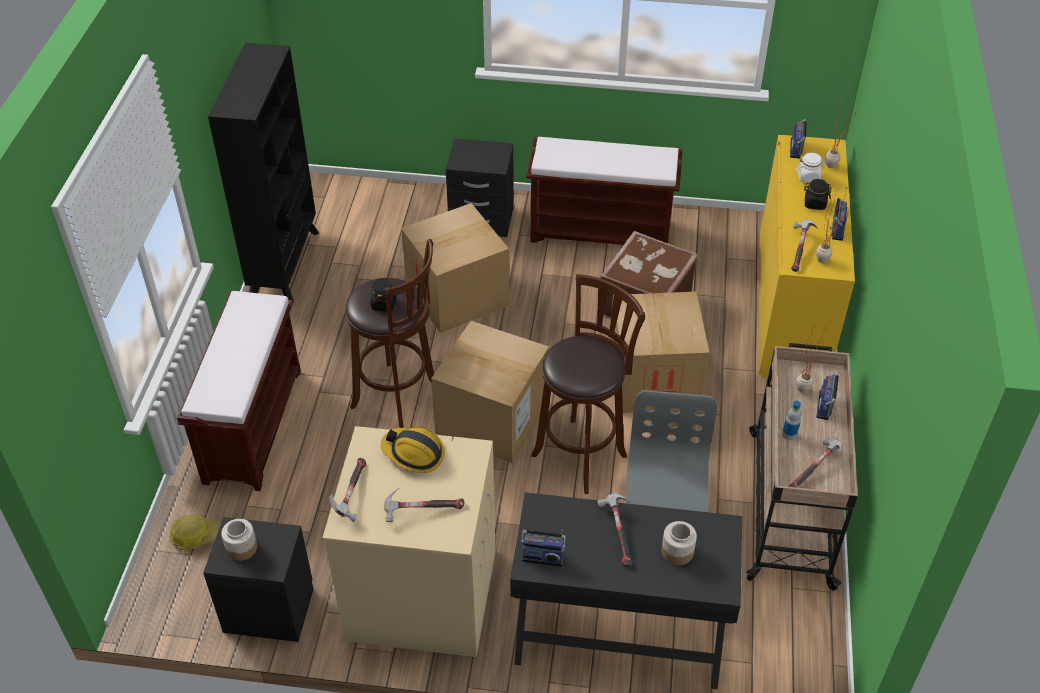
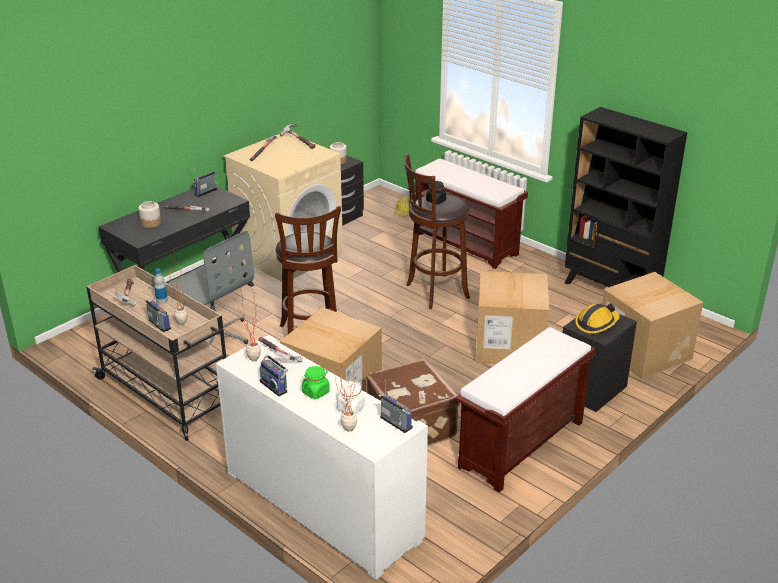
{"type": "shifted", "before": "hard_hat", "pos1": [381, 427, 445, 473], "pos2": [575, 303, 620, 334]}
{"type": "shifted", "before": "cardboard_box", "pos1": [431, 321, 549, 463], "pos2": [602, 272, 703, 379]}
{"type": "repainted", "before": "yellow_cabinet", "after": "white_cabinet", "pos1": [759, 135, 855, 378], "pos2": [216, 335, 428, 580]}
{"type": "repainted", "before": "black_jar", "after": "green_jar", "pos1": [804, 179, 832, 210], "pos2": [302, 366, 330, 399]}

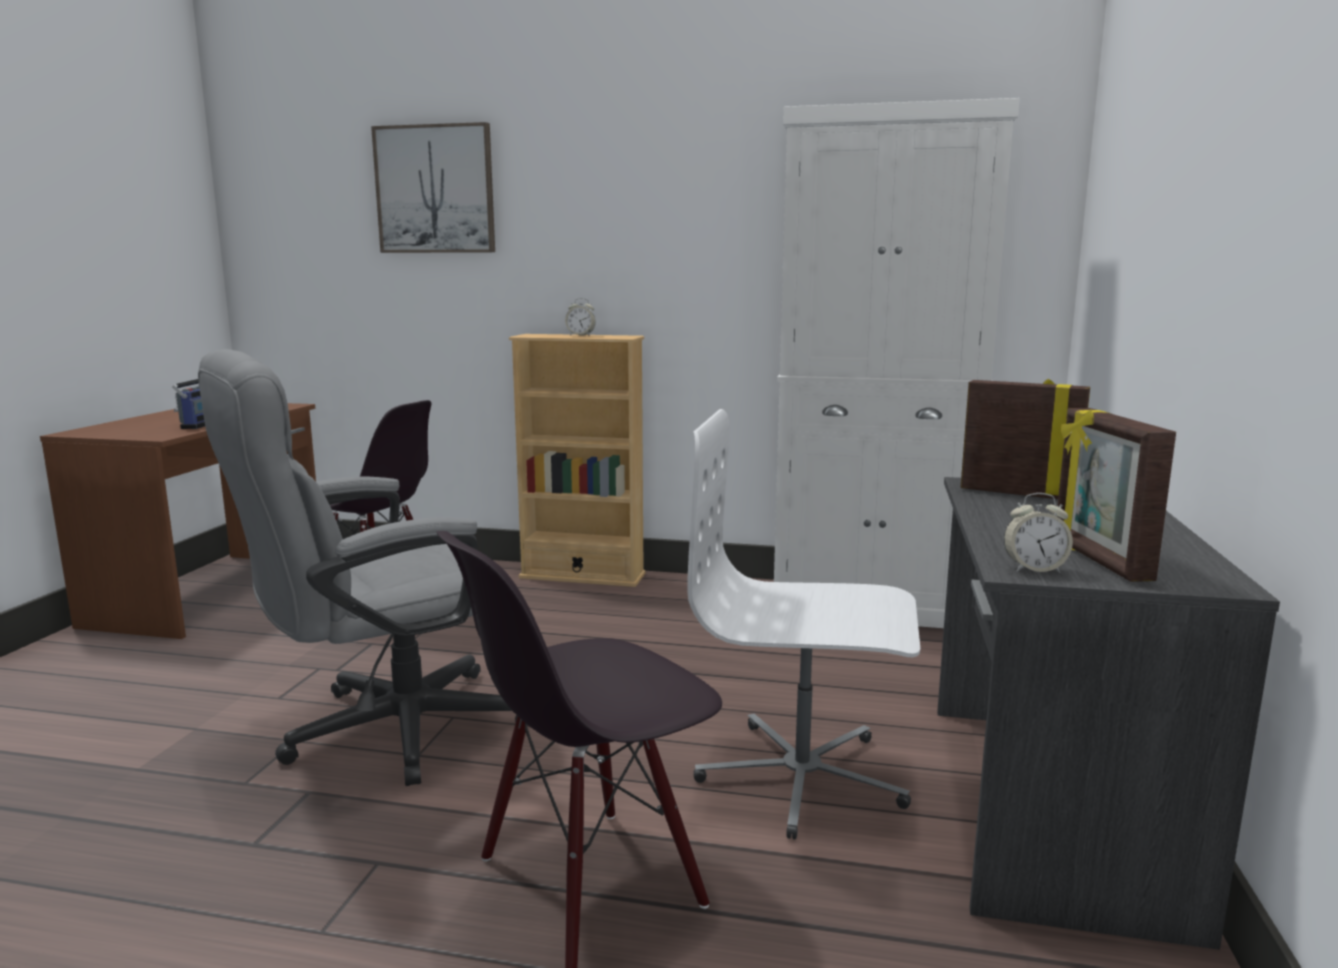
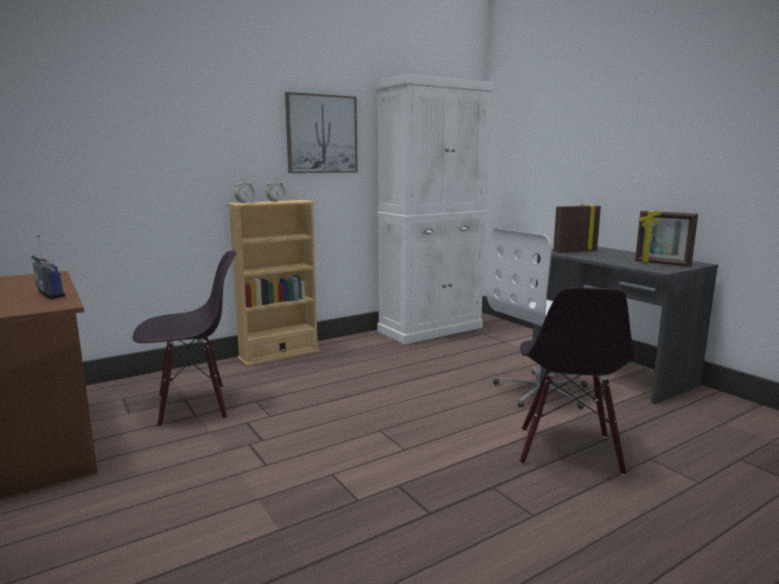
{"type": "gone", "before": "grey_office_chair", "pos1": [198, 349, 517, 786]}
{"type": "shifted", "before": "picture", "pos1": [371, 122, 495, 253], "pos2": [285, 92, 358, 173]}
{"type": "shifted", "before": "alarm_clock", "pos1": [1004, 493, 1073, 573], "pos2": [234, 178, 255, 203]}

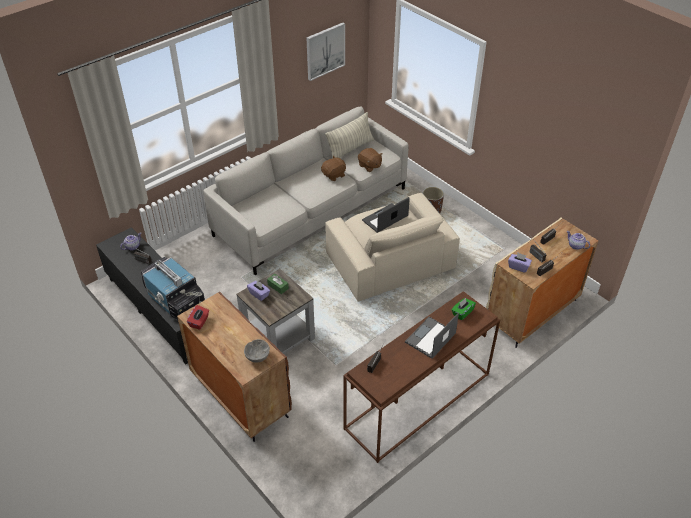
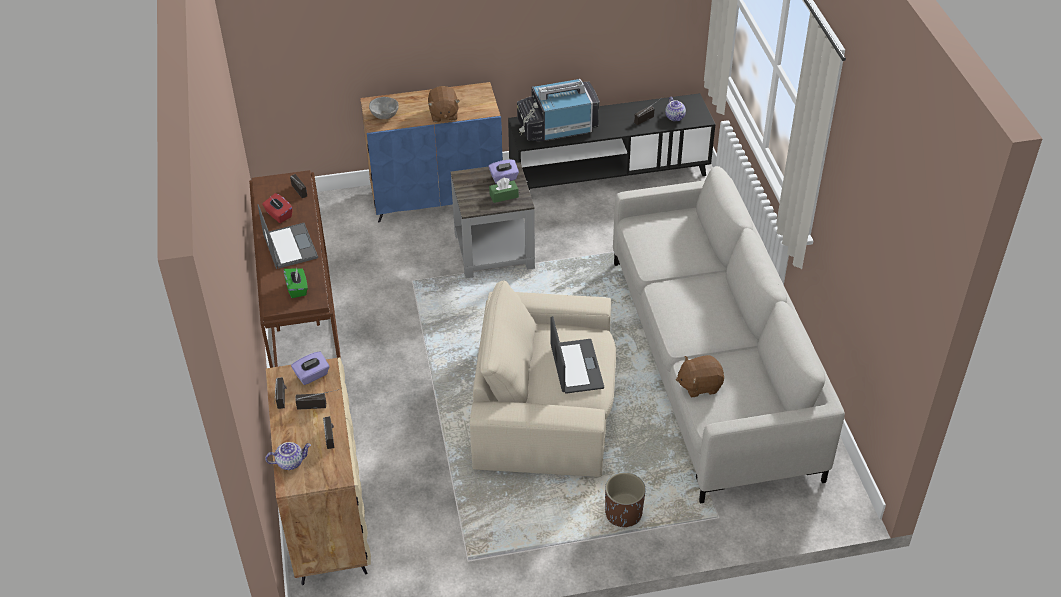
{"type": "gone", "before": "picture", "pos1": [307, 23, 345, 81]}
{"type": "gone", "before": "pillow", "pos1": [325, 112, 374, 159]}
{"type": "shifted", "before": "red_tissue_box", "pos1": [187, 305, 209, 330], "pos2": [262, 193, 293, 223]}
{"type": "shifted", "before": "brown_plush_toy", "pos1": [321, 156, 346, 181], "pos2": [428, 86, 460, 122]}
{"type": "repainted", "before": "brown_cabinet", "after": "blue_cabinet", "pos1": [177, 292, 292, 442], "pos2": [360, 82, 503, 222]}

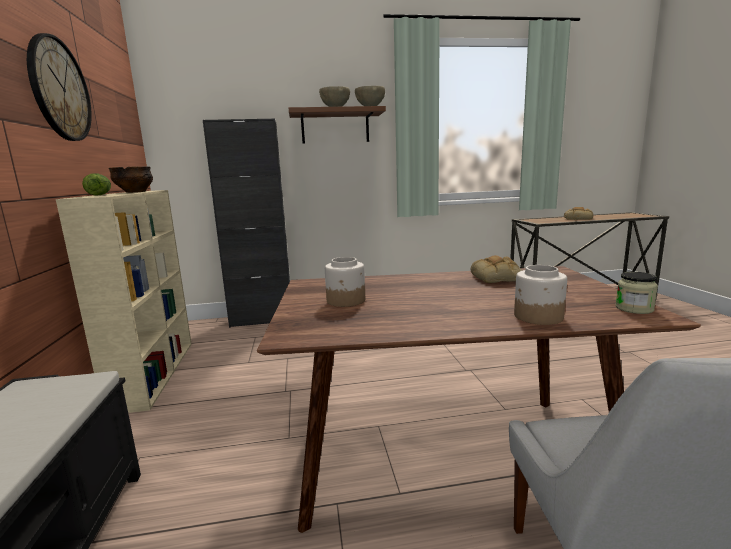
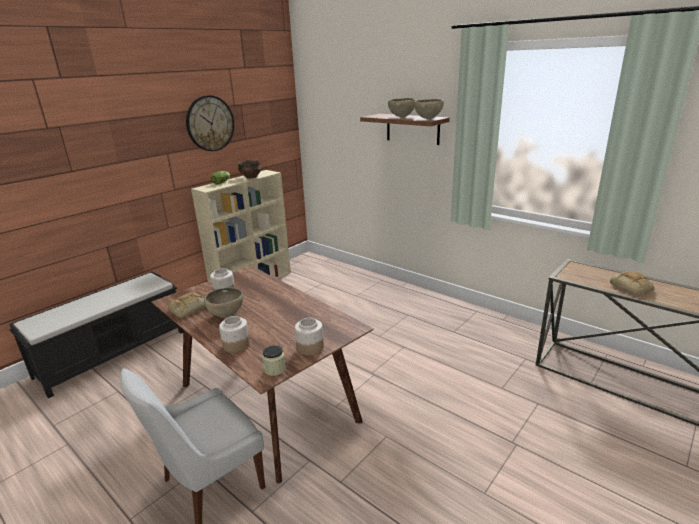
{"type": "gone", "before": "black_cabinet", "pos1": [203, 119, 290, 328]}
{"type": "new", "after": "brown_bowl", "pos2": [204, 287, 243, 318]}
{"type": "new", "after": "jar", "pos2": [295, 318, 324, 355]}
{"type": "shifted", "before": "bread", "pos1": [470, 255, 522, 283], "pos2": [168, 292, 206, 318]}

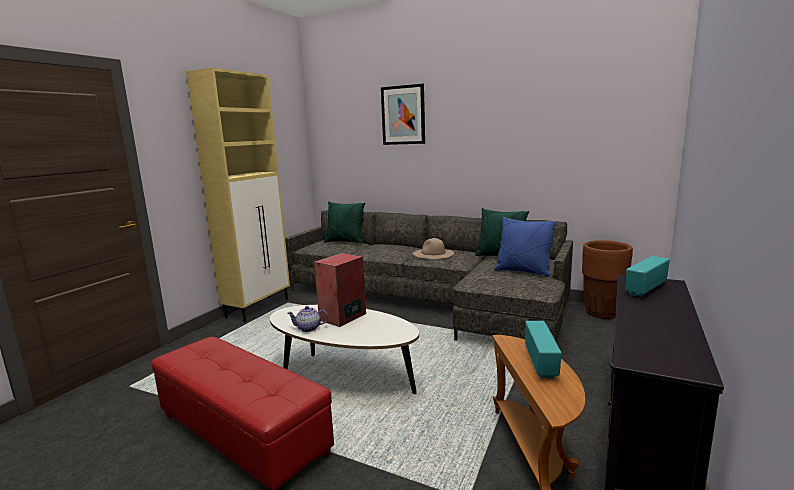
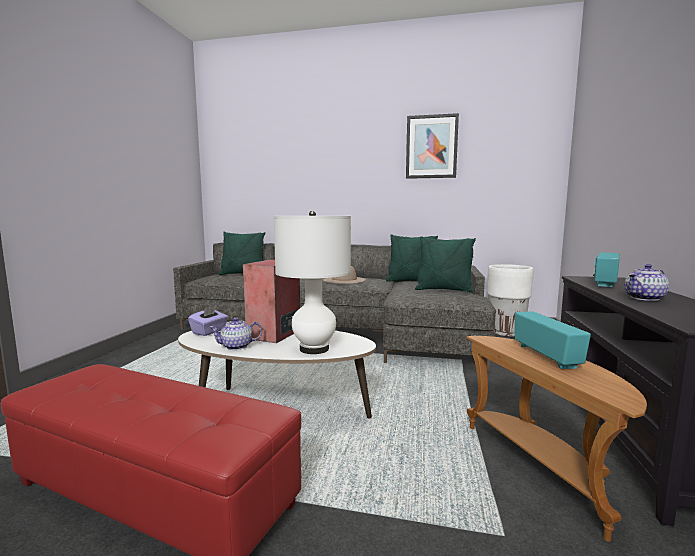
{"type": "gone", "before": "beige_cabinet", "pos1": [186, 68, 290, 322]}
{"type": "new", "after": "purple_tissue_box", "pos2": [188, 305, 228, 336]}
{"type": "new", "after": "white_table_lamp", "pos2": [274, 210, 351, 354]}
{"type": "new", "after": "teapot", "pos2": [624, 264, 669, 301]}
{"type": "shifted", "before": "picture", "pos1": [381, 84, 425, 145], "pos2": [406, 113, 459, 179]}
{"type": "repainted", "before": "blue_pillow", "after": "green_pillow", "pos1": [494, 216, 557, 277], "pos2": [415, 236, 476, 292]}
{"type": "repainted", "before": "brown_planter", "after": "white_planter", "pos1": [582, 240, 633, 319], "pos2": [487, 264, 534, 337]}

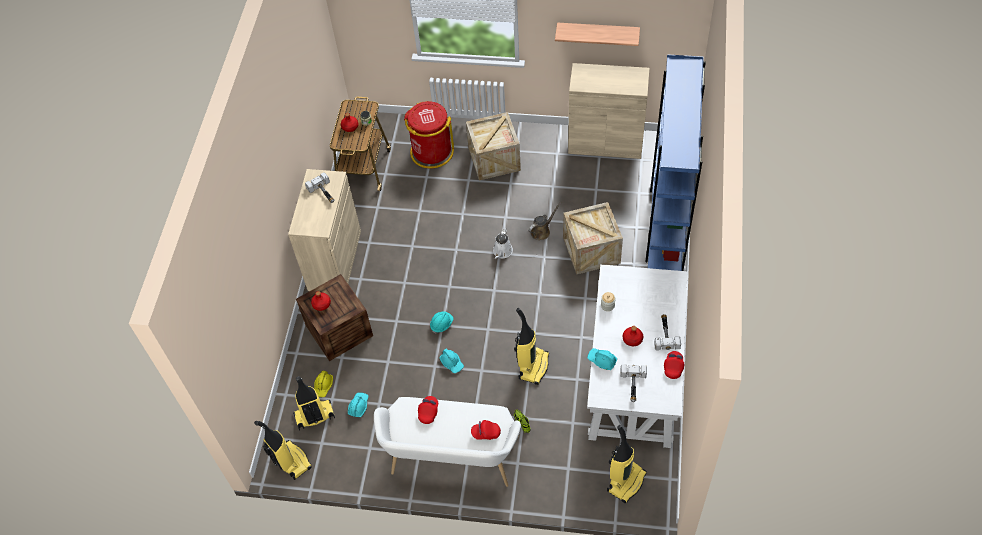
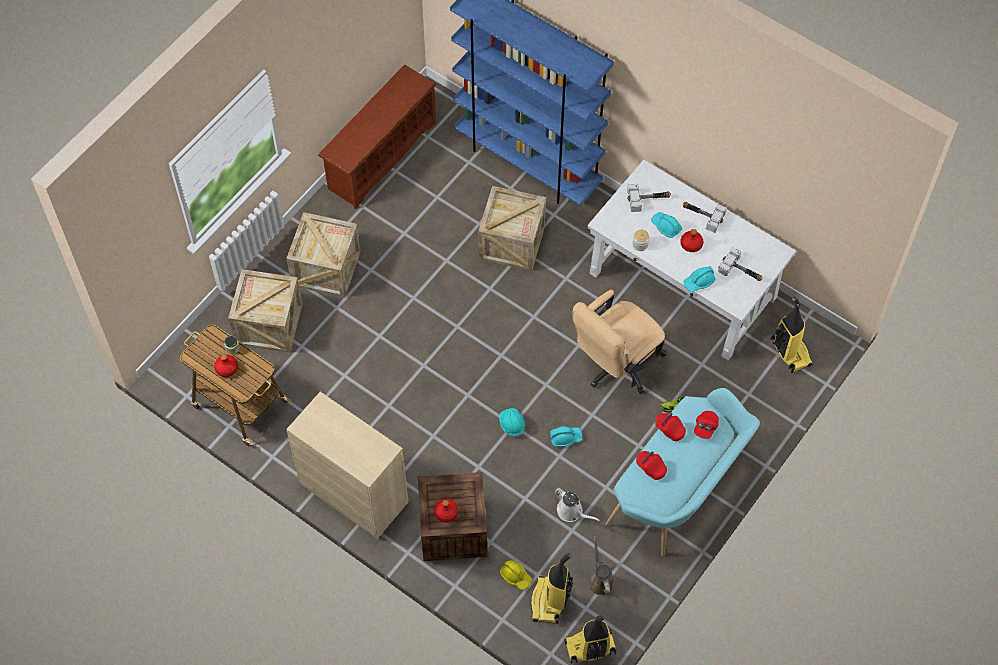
{"type": "gone", "before": "shelf", "pos1": [555, 23, 640, 46]}
{"type": "shifted", "before": "hammer", "pos1": [305, 172, 334, 203], "pos2": [627, 184, 671, 212]}
{"type": "shifted", "before": "turquoise_hard_hat", "pos1": [348, 393, 368, 417], "pos2": [651, 212, 682, 238]}
{"type": "shifted", "before": "white_watering_can", "pos1": [493, 228, 513, 259], "pos2": [554, 487, 599, 522]}
{"type": "shifted", "before": "brown_watering_can", "pos1": [528, 202, 561, 240], "pos2": [589, 536, 615, 596]}
{"type": "shifted", "before": "red_cap", "pos1": [664, 351, 684, 379], "pos2": [655, 413, 686, 441]}
{"type": "swapped", "before": "red_trash_can", "after": "crate", "pos1": [404, 101, 454, 169], "pos2": [228, 269, 303, 353]}
{"type": "swapped", "before": "vacuum_cleaner", "after": "beige_office_chair", "pos1": [514, 308, 549, 385], "pos2": [572, 290, 666, 394]}
{"type": "swapped", "before": "beige_cabinet", "after": "brown_shoe_rack", "pos1": [568, 63, 650, 159], "pos2": [318, 65, 436, 209]}
{"type": "repainted", "before": "white_bench", "after": "turquoise_bench", "pos1": [374, 397, 521, 487], "pos2": [606, 388, 760, 556]}

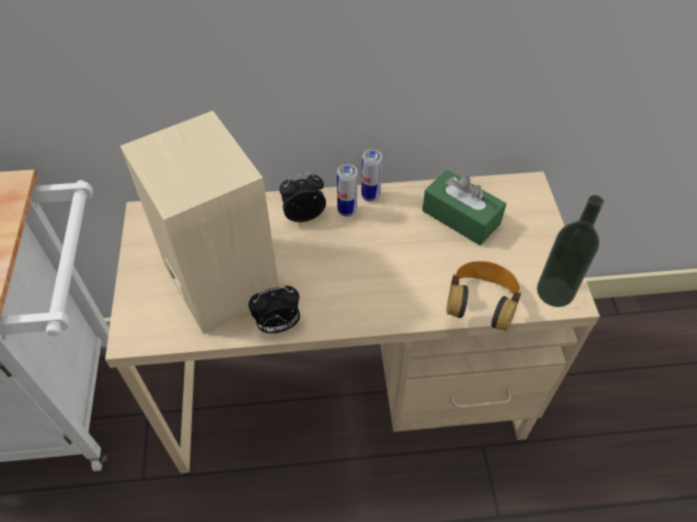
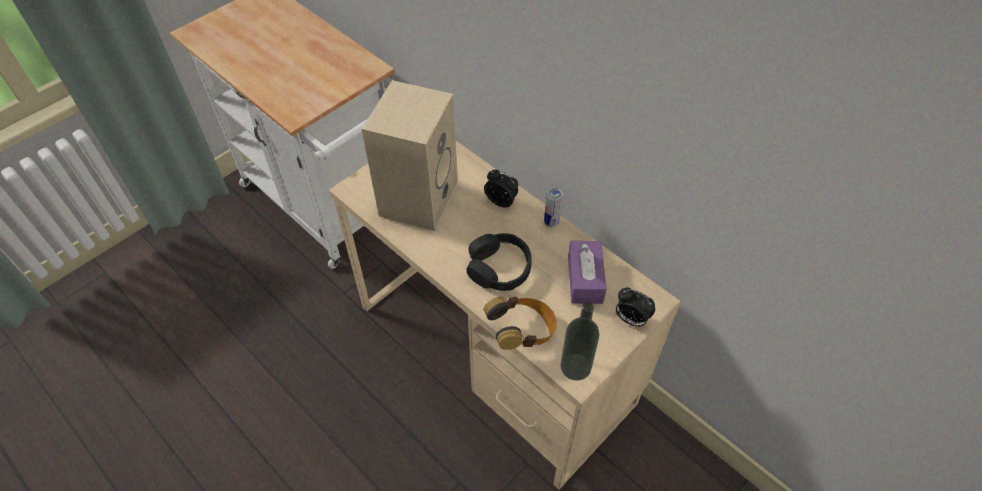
{"type": "gone", "before": "can", "pos1": [337, 164, 358, 217]}
{"type": "new", "after": "black_headphones", "pos2": [467, 233, 532, 291]}
{"type": "shifted", "before": "alarm_clock", "pos1": [249, 286, 300, 334], "pos2": [616, 288, 655, 327]}
{"type": "repainted", "before": "green_tissue_box", "after": "purple_tissue_box", "pos1": [422, 170, 506, 245], "pos2": [568, 241, 607, 304]}

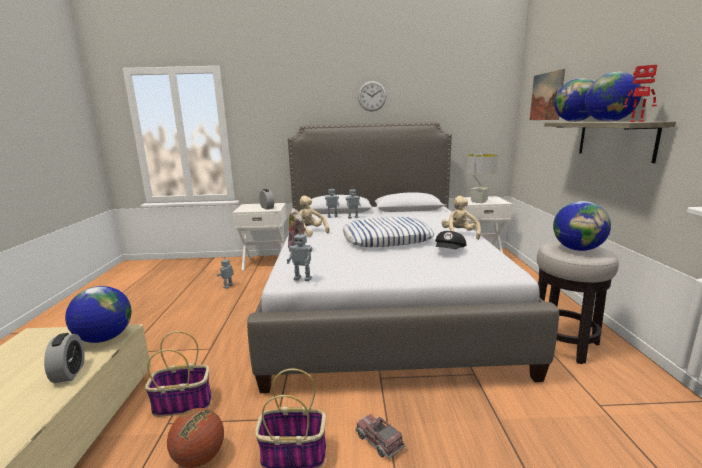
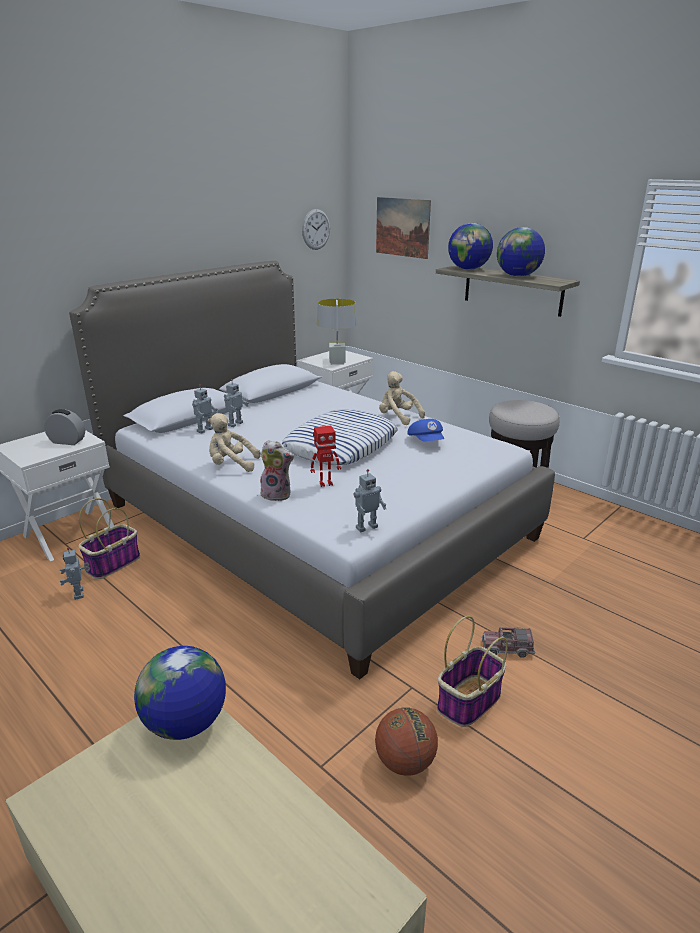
{"type": "gone", "before": "alarm_clock", "pos1": [44, 333, 85, 383]}
{"type": "gone", "before": "globe", "pos1": [553, 201, 611, 251]}
{"type": "shifted", "before": "basket", "pos1": [145, 331, 212, 417], "pos2": [78, 498, 140, 579]}
{"type": "shifted", "before": "wall_clock", "pos1": [358, 81, 387, 112], "pos2": [302, 209, 330, 250]}
{"type": "shifted", "before": "toy_robot", "pos1": [623, 65, 657, 122], "pos2": [310, 425, 341, 487]}
{"type": "repainted", "before": "black_cap", "after": "blue_cap", "pos1": [435, 231, 466, 249], "pos2": [407, 419, 444, 441]}

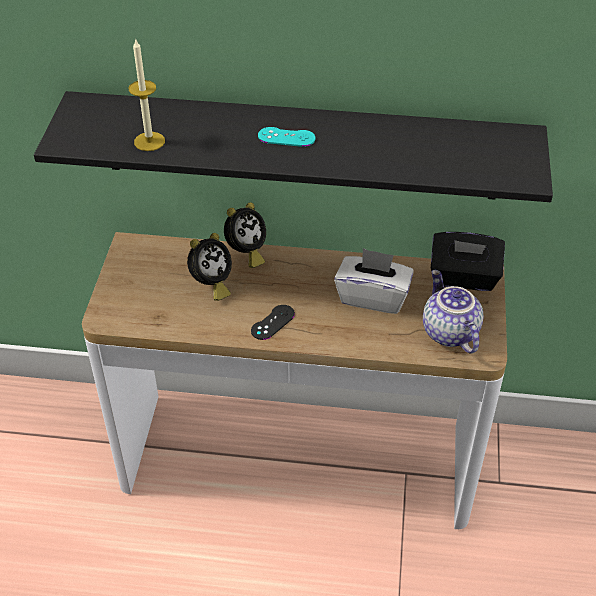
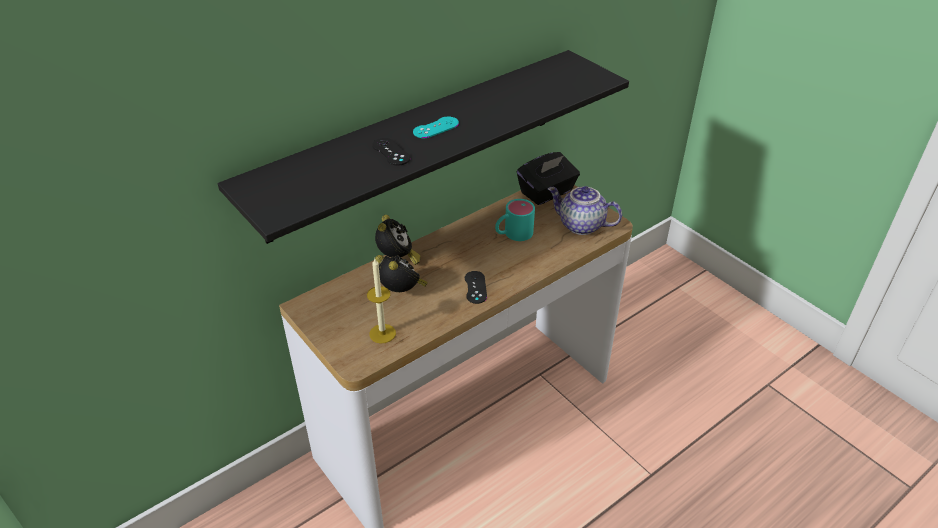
{"type": "new", "after": "black_game_controller", "pos2": [372, 138, 411, 166]}
{"type": "shifted", "before": "candle", "pos1": [129, 38, 165, 151], "pos2": [367, 259, 396, 344]}
{"type": "swapped", "before": "white_tissue_box", "after": "turquoise_mug", "pos1": [334, 248, 414, 314], "pos2": [495, 199, 535, 241]}
{"type": "rotated", "before": "alarm_clock", "pos1": [187, 233, 232, 301], "pos2": [375, 255, 428, 292], "turn": -45}

